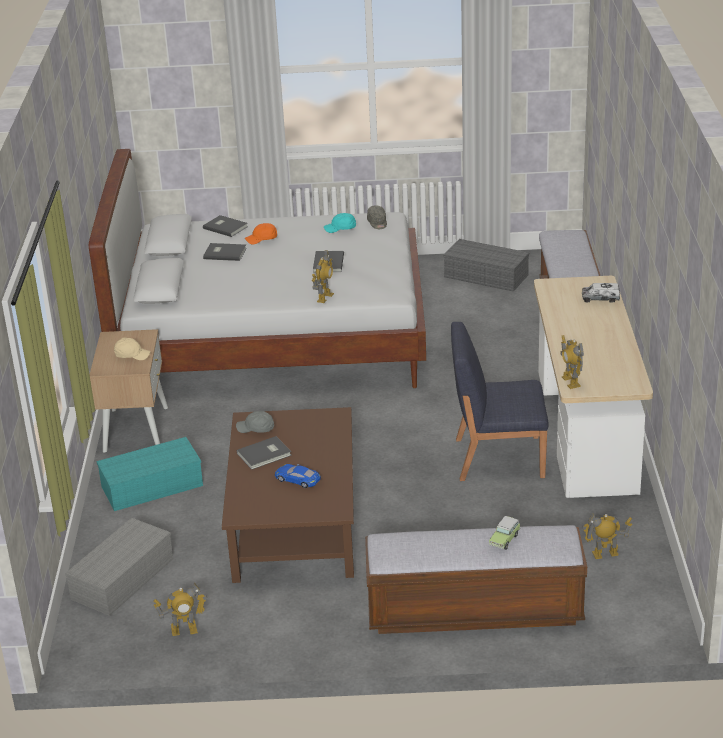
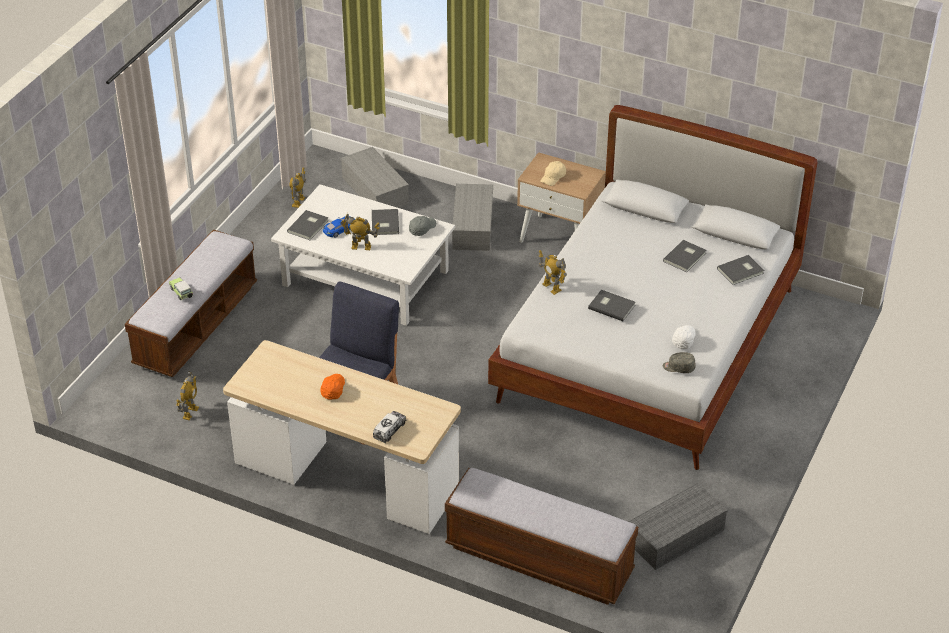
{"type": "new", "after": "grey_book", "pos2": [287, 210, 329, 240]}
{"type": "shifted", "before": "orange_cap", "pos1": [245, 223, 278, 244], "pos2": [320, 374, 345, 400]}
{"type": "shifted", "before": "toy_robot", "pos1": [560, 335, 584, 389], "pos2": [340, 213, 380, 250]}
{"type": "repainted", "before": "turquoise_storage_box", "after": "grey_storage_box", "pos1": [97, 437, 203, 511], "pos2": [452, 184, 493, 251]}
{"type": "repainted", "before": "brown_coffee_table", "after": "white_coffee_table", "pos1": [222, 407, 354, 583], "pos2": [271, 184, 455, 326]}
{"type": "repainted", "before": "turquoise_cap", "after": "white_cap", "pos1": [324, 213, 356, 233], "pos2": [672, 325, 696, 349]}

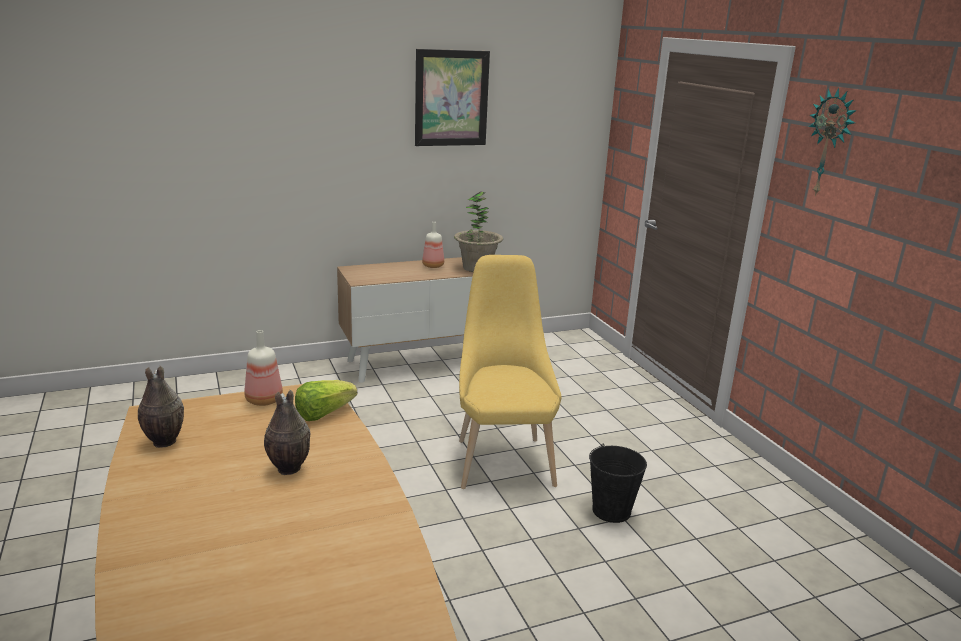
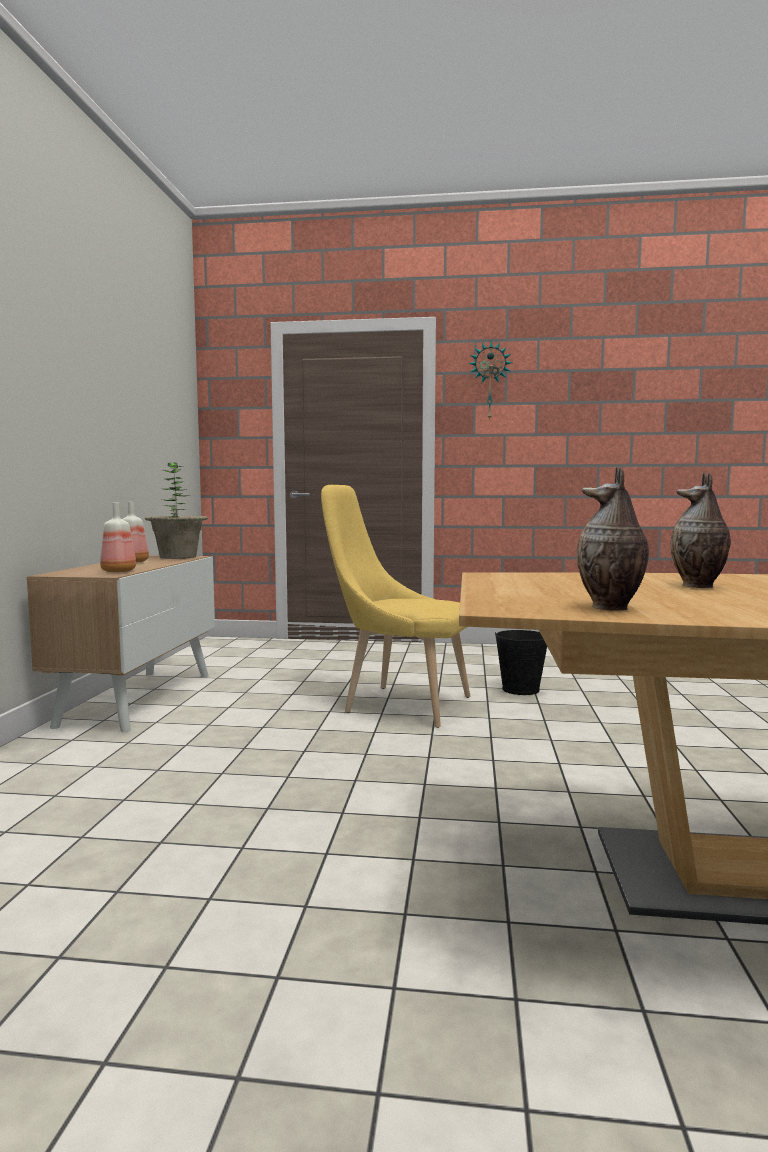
{"type": "gone", "before": "lettuce", "pos1": [295, 380, 357, 421]}
{"type": "gone", "before": "picture", "pos1": [415, 49, 490, 146]}
{"type": "shifted", "before": "bottle", "pos1": [245, 330, 283, 406], "pos2": [100, 503, 136, 572]}

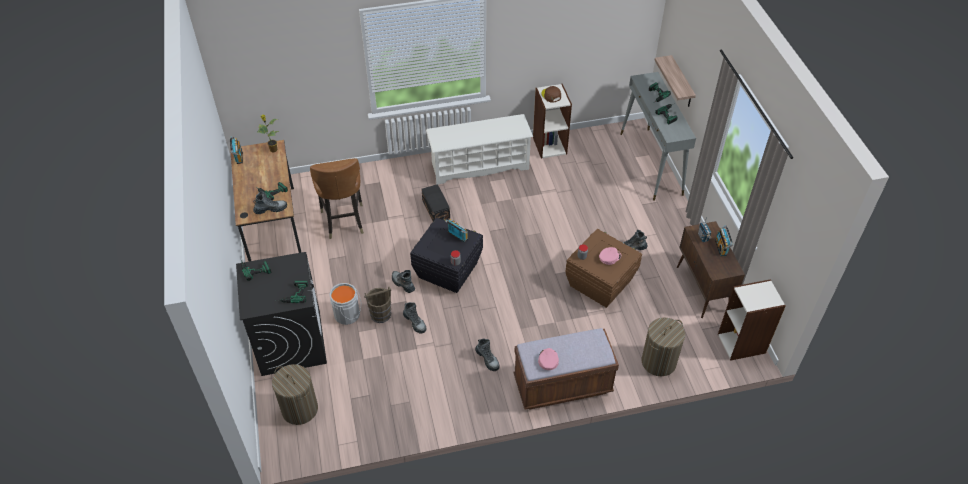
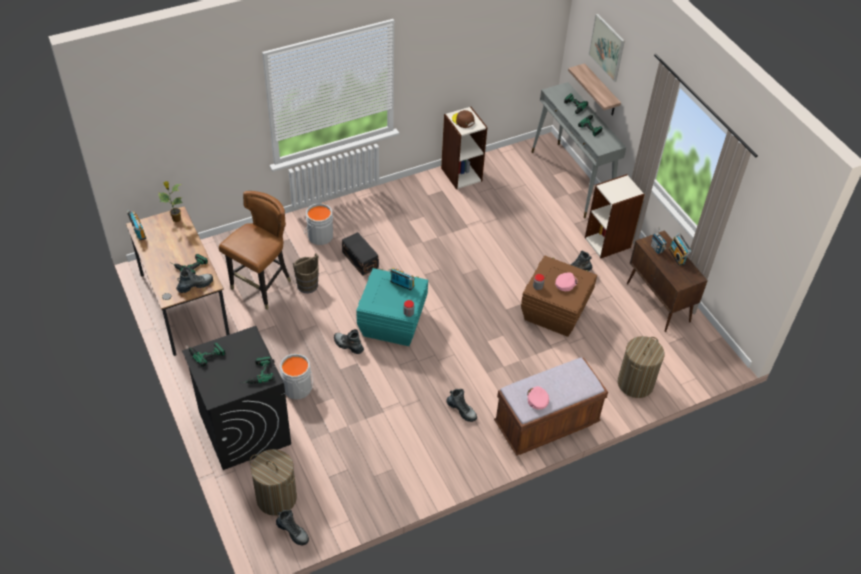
{"type": "gone", "before": "white_shoe_rack", "pos1": [426, 114, 533, 185]}
{"type": "new", "after": "grey_bucket", "pos2": [304, 203, 333, 245]}
{"type": "new", "after": "picture", "pos2": [588, 14, 625, 82]}
{"type": "shifted", "before": "brown_bucket", "pos1": [364, 287, 391, 323], "pos2": [293, 253, 319, 294]}
{"type": "shifted", "before": "boot", "pos1": [403, 302, 427, 334], "pos2": [276, 510, 309, 545]}
{"type": "shifted", "before": "bookcase", "pos1": [718, 279, 786, 360], "pos2": [585, 174, 645, 258]}
{"type": "repainted", "before": "black_storage_box", "after": "turquoise_storage_box", "pos1": [410, 218, 483, 293], "pos2": [356, 268, 428, 346]}
{"type": "rotated", "before": "brown_chair", "pos1": [310, 158, 364, 239], "pos2": [219, 191, 291, 310], "turn": -120}

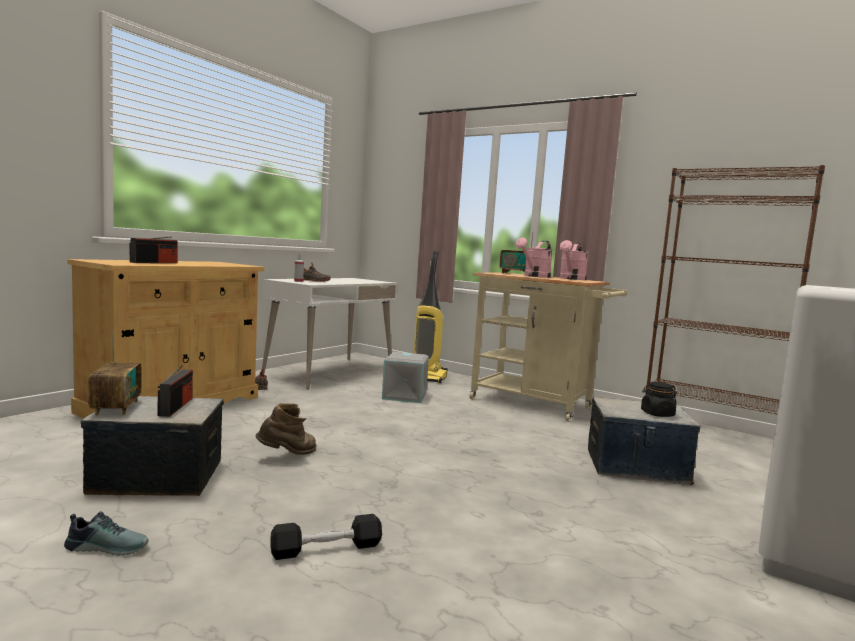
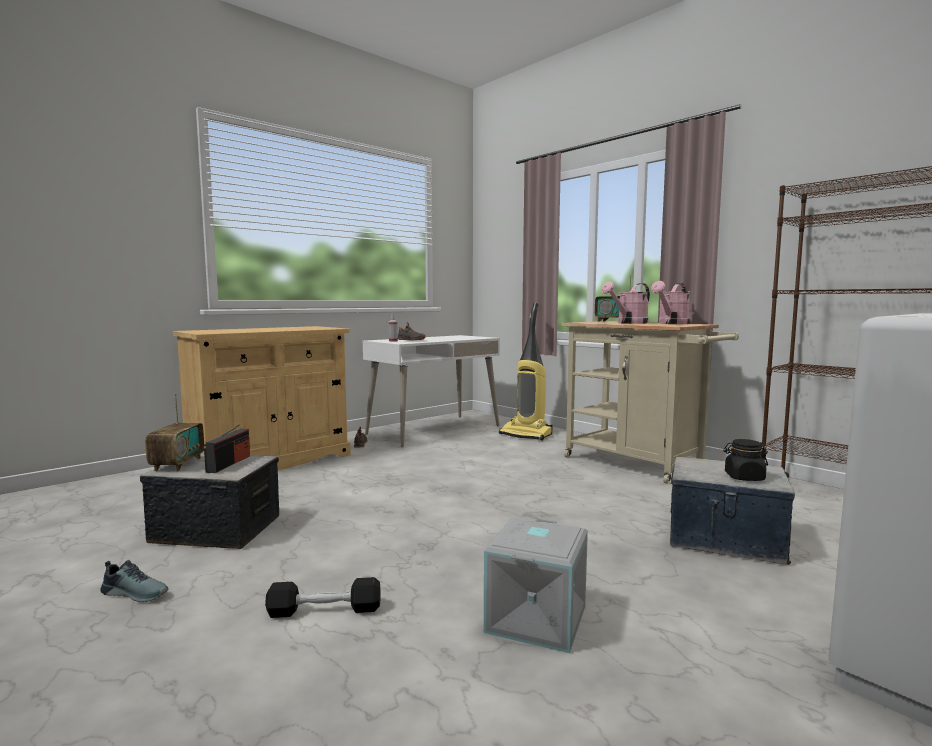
{"type": "gone", "before": "radio", "pos1": [130, 236, 178, 263]}
{"type": "gone", "before": "brown_boot", "pos1": [256, 403, 317, 455]}
{"type": "shifted", "before": "grey_storage_box", "pos1": [382, 352, 429, 403], "pos2": [484, 517, 588, 653]}

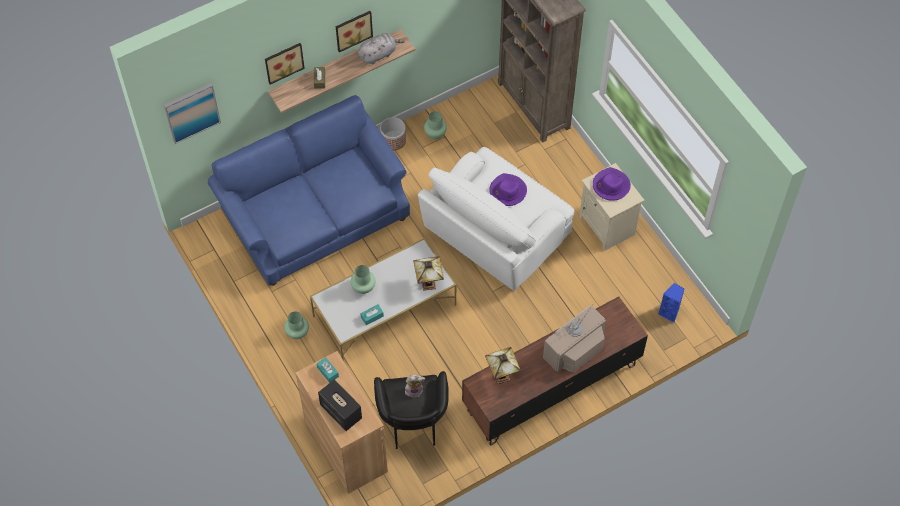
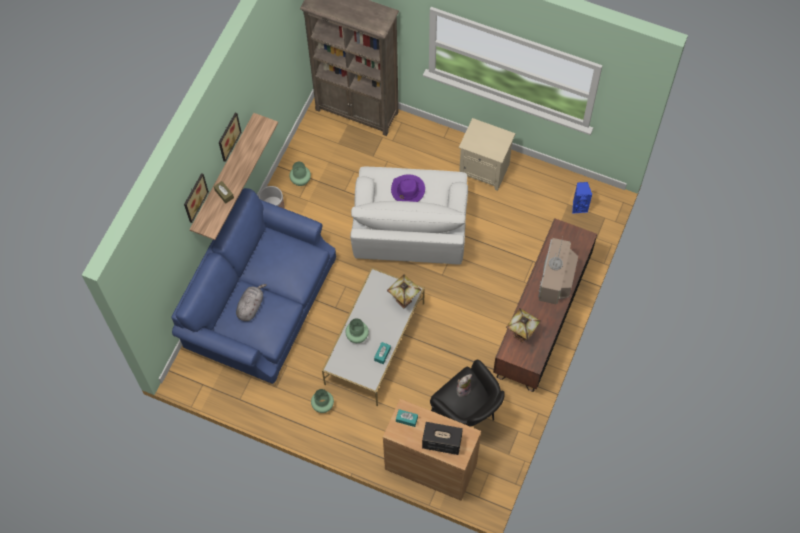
{"type": "gone", "before": "picture", "pos1": [164, 83, 221, 144]}
{"type": "gone", "before": "purple_hat", "pos1": [593, 167, 631, 201]}
{"type": "shifted", "before": "grey_plush_toy", "pos1": [358, 33, 405, 64], "pos2": [236, 284, 266, 321]}

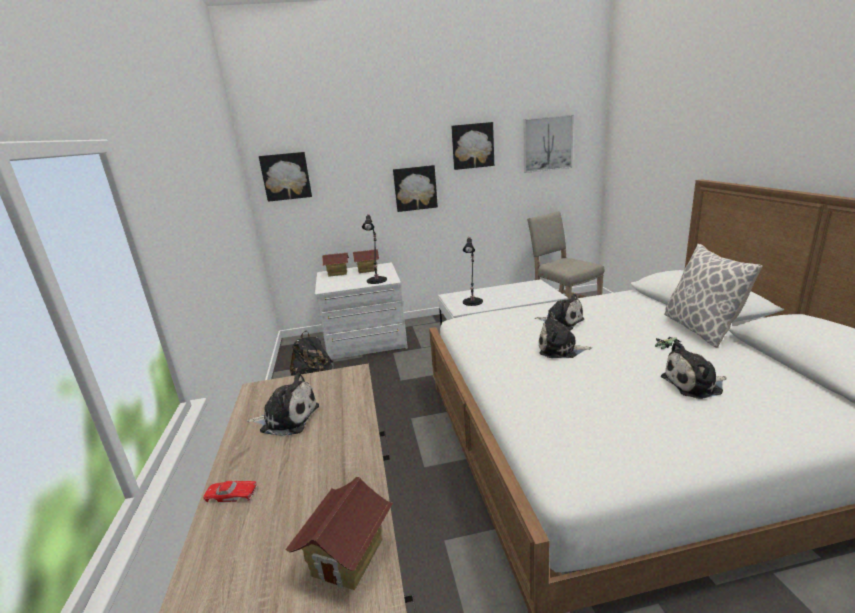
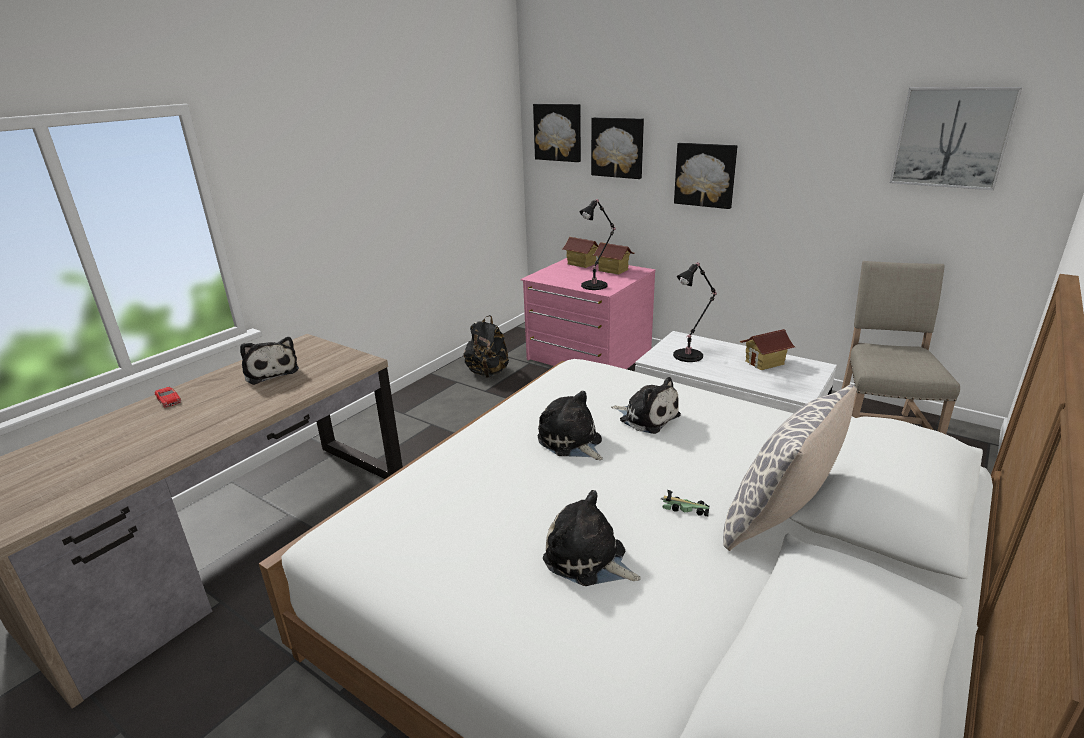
{"type": "shifted", "before": "toy_house", "pos1": [285, 477, 393, 590], "pos2": [740, 329, 795, 370]}
{"type": "shifted", "before": "picture", "pos1": [451, 122, 494, 170], "pos2": [591, 117, 644, 179]}
{"type": "repainted", "before": "white_dresser", "after": "pink_dresser", "pos1": [315, 262, 408, 359], "pos2": [520, 258, 656, 369]}
{"type": "rotated", "before": "plush_toy", "pos1": [535, 294, 584, 331], "pos2": [611, 377, 681, 434], "turn": -45}

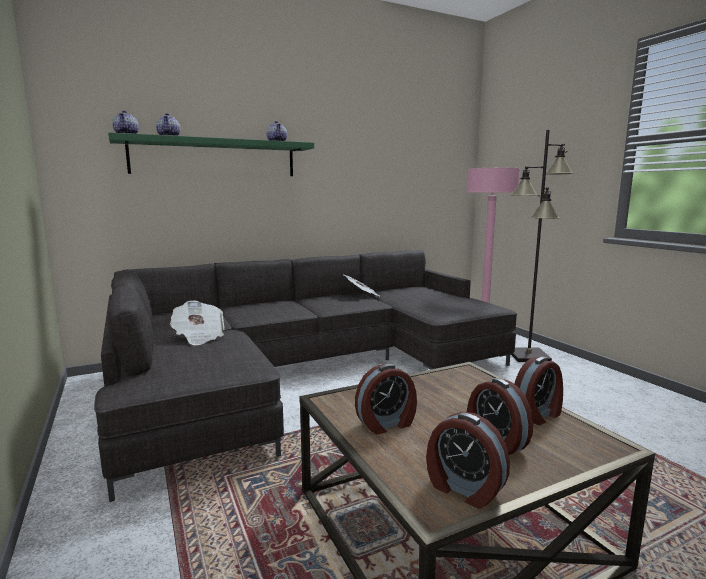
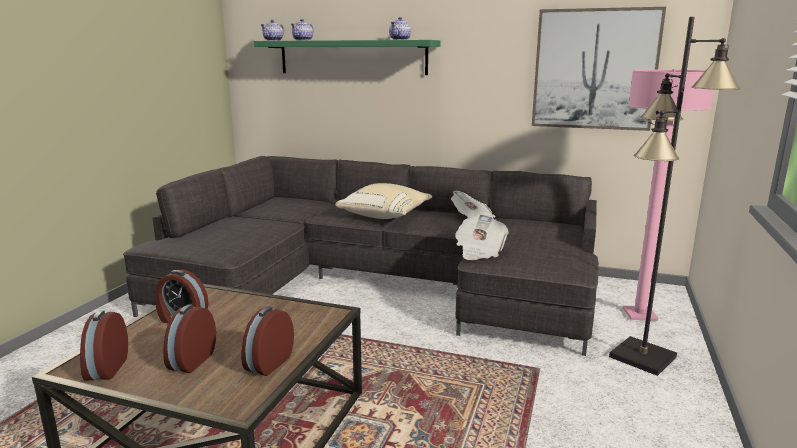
{"type": "new", "after": "beige_pillow", "pos2": [335, 183, 432, 219]}
{"type": "new", "after": "picture", "pos2": [532, 7, 666, 131]}
{"type": "shifted", "before": "newspaper", "pos1": [170, 301, 224, 346], "pos2": [455, 214, 509, 260]}
{"type": "rotated", "before": "alarm_clock", "pos1": [514, 357, 563, 425], "pos2": [241, 306, 294, 376], "turn": 105}

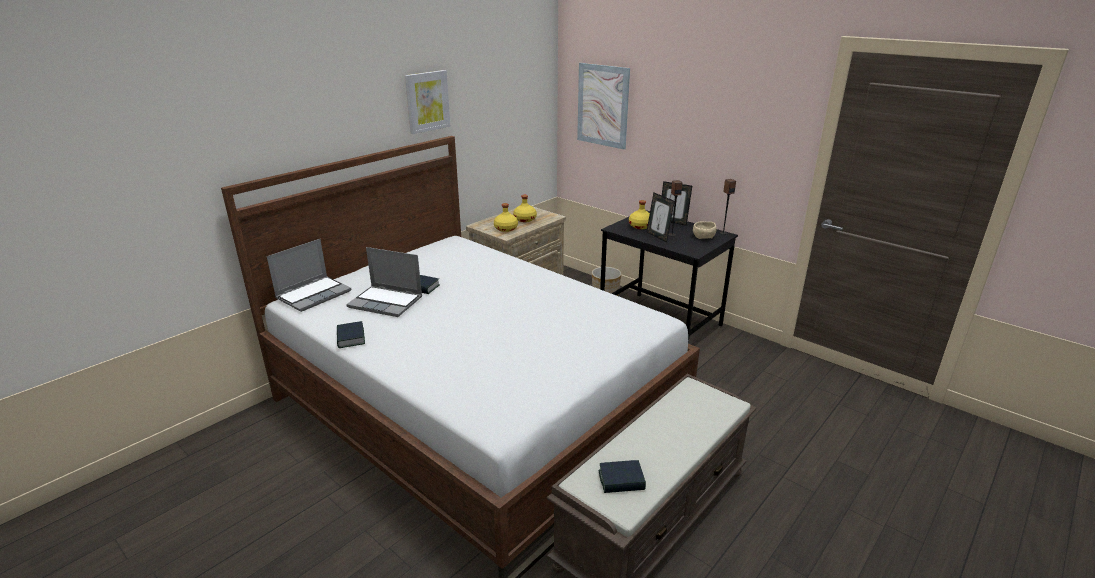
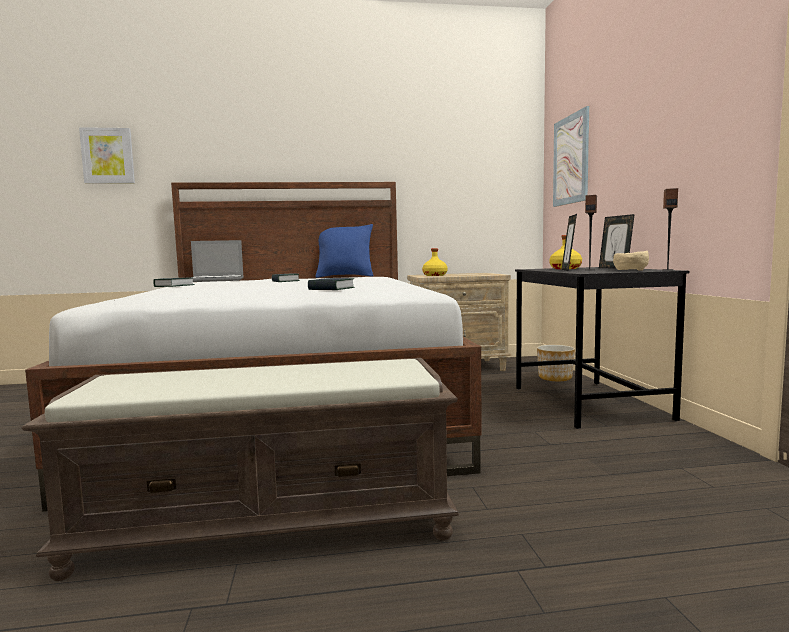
{"type": "gone", "before": "laptop", "pos1": [346, 247, 422, 317]}
{"type": "gone", "before": "yellow_bottle", "pos1": [513, 195, 537, 222]}
{"type": "new", "after": "blue_pillow", "pos2": [315, 224, 373, 278]}
{"type": "shifted", "before": "picture", "pos1": [405, 70, 450, 134], "pos2": [79, 127, 135, 184]}
{"type": "shifted", "before": "book", "pos1": [598, 460, 646, 493], "pos2": [308, 278, 355, 290]}

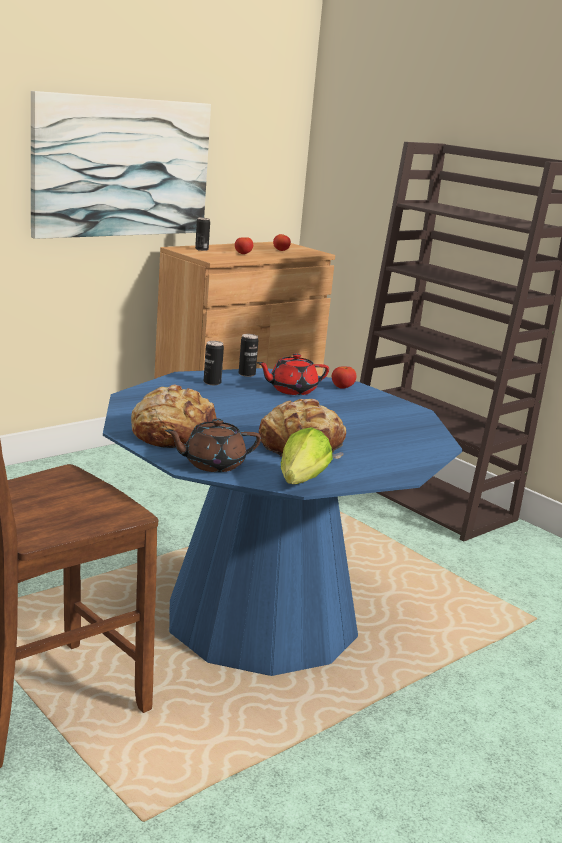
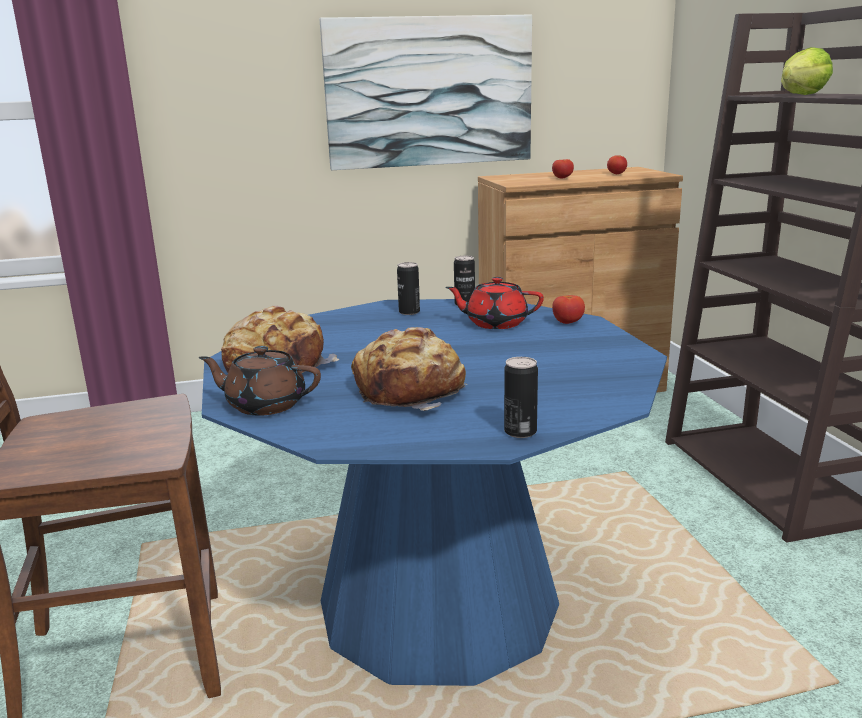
{"type": "shifted", "before": "can", "pos1": [195, 218, 210, 251], "pos2": [504, 357, 538, 438]}
{"type": "shifted", "before": "lettuce", "pos1": [281, 427, 333, 484], "pos2": [781, 47, 833, 95]}

